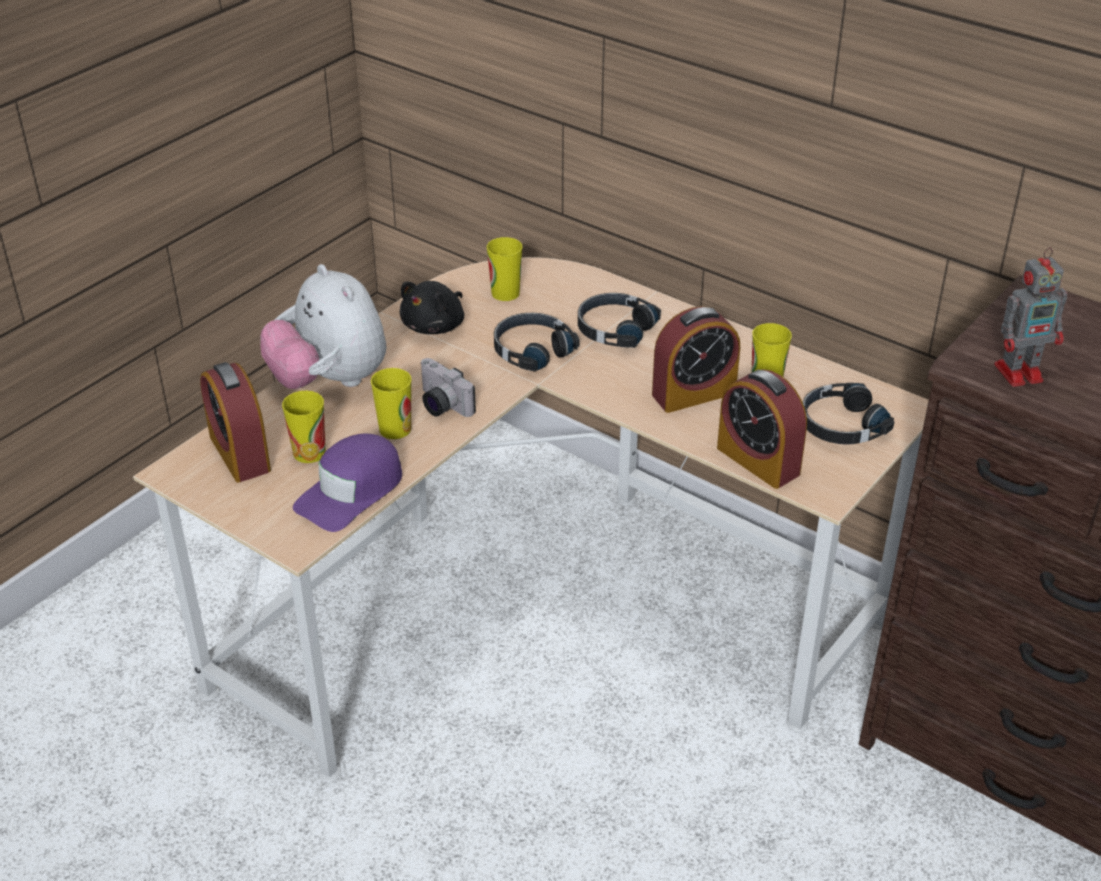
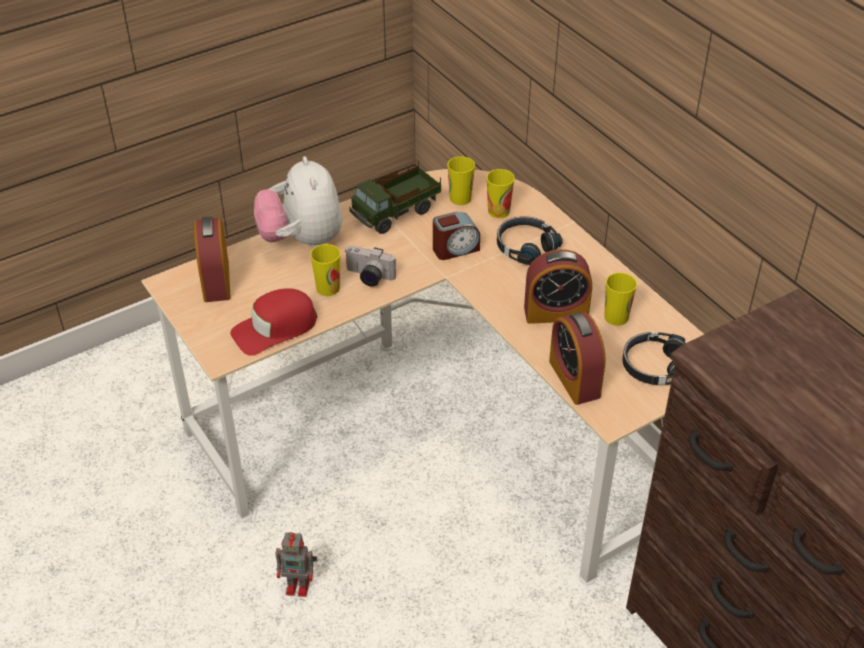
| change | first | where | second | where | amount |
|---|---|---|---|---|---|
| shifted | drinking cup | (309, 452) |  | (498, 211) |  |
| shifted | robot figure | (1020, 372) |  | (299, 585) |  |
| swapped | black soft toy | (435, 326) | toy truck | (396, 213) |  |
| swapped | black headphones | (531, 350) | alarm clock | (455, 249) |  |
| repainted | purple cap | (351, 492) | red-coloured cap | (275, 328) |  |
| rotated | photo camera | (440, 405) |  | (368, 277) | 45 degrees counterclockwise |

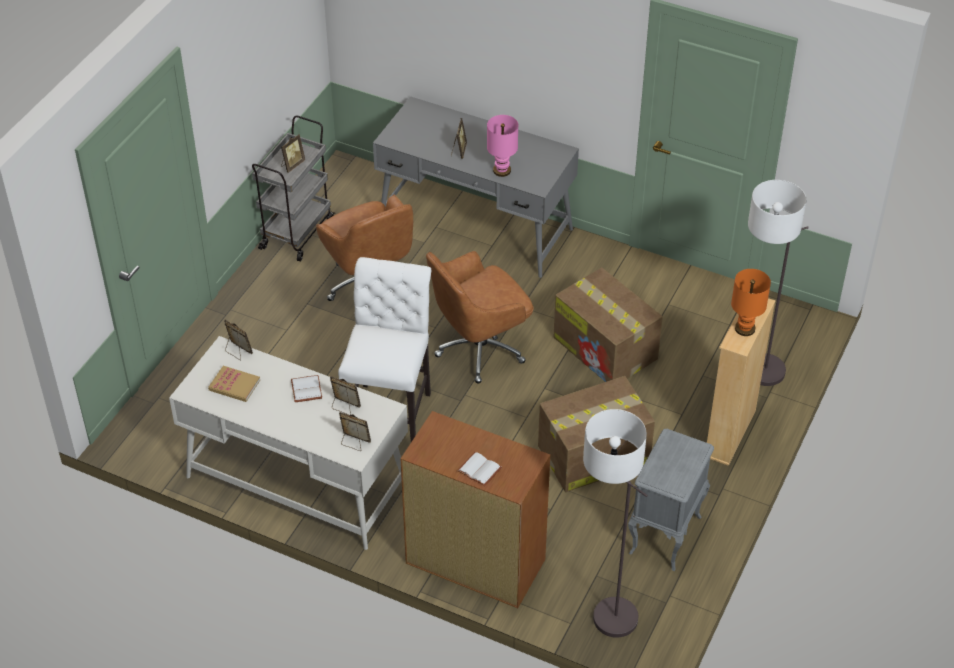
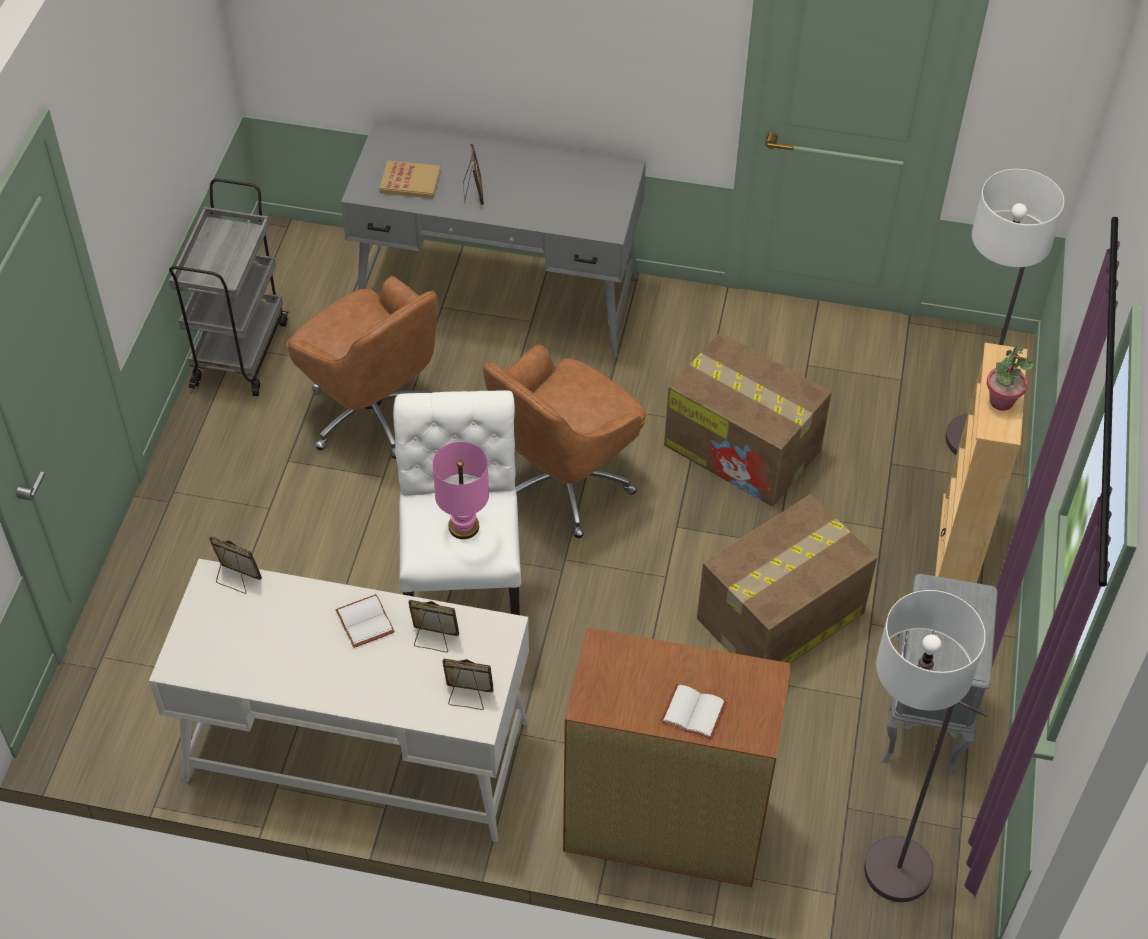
| change | first | where | second | where | amount |
|---|---|---|---|---|---|
| gone | picture frame | (292, 165) |  |  |  |
| shifted | volume | (234, 385) |  | (410, 182) |  |
| shifted | pink-coloured tabletop lamp | (502, 171) |  | (464, 527) |  |
| swapped | orange tabletop lamp | (744, 328) | houseplant | (1001, 401) |  |

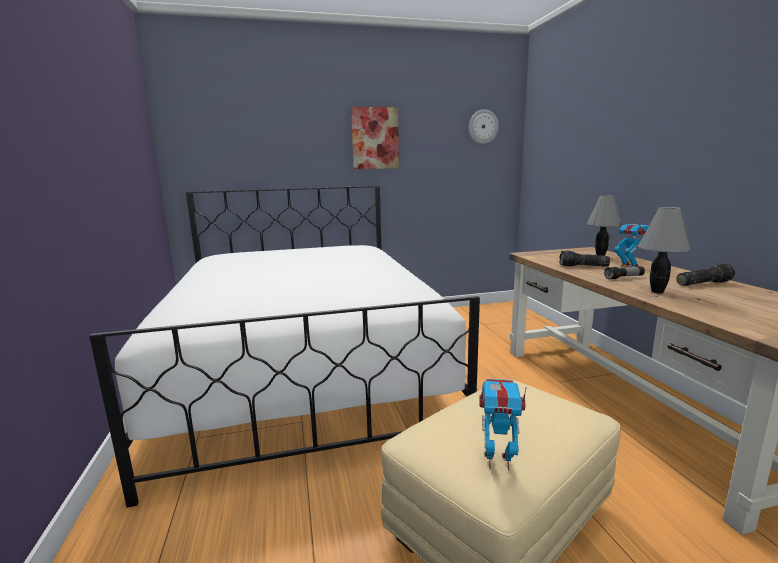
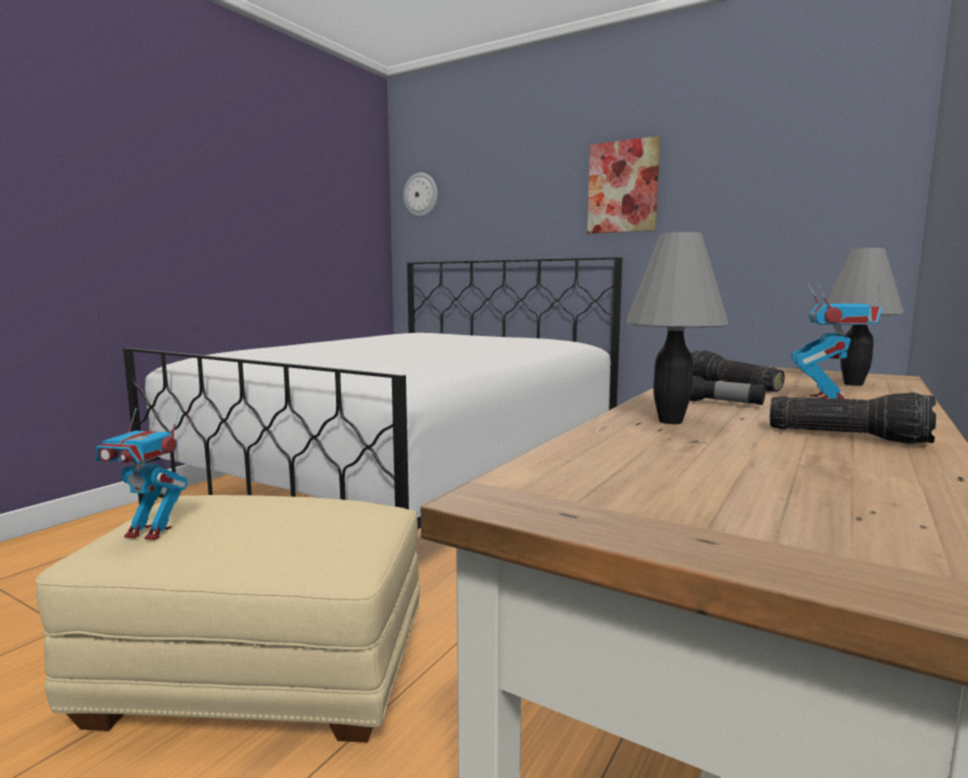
| change | first | where | second | where | amount |
|---|---|---|---|---|---|
| shifted | wall clock | (483, 127) |  | (421, 195) |  |
| rotated | robot figure | (498, 461) |  | (150, 532) | 135 degrees clockwise |

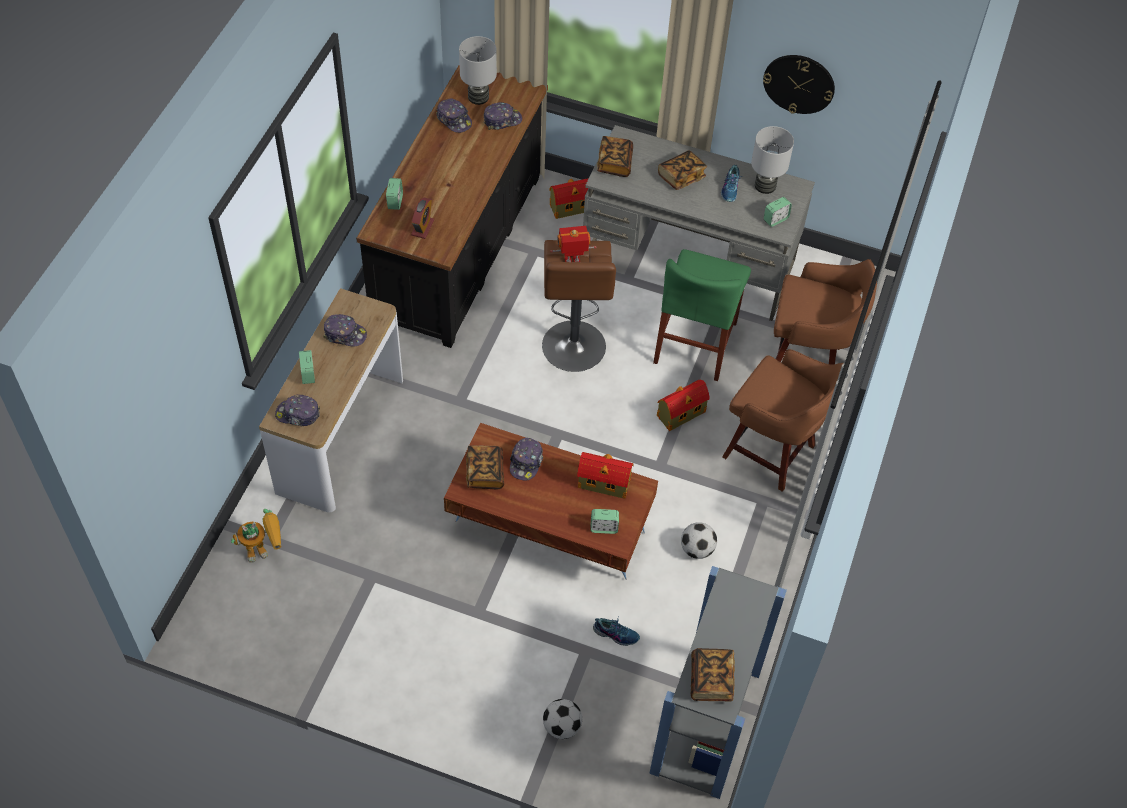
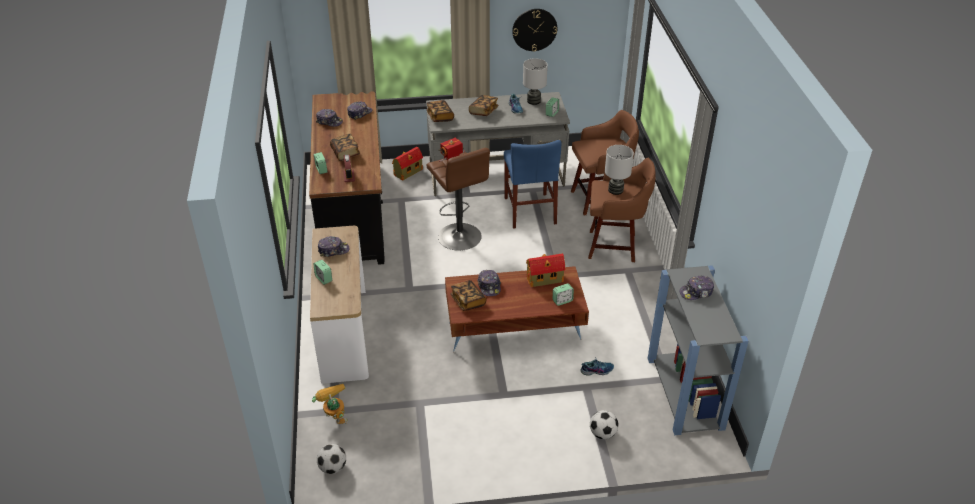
| change | first | where | second | where | amount |
|---|---|---|---|---|---|
| gone | toy house | (680, 414) |  |  |  |
| shifted | cap | (298, 414) |  | (696, 292) |  |
| shifted | greyish tabletop lamp | (478, 97) |  | (615, 190) |  |
| shifted | football ball | (697, 549) |  | (333, 467) |  |
| shifted | volume | (711, 680) |  | (345, 153) |  |
| repainted | green upright chair | (695, 342) | bluish upright chair | (529, 210) |  |
| rotated | robot figure | (264, 548) |  | (334, 417) | 75 degrees counterclockwise |

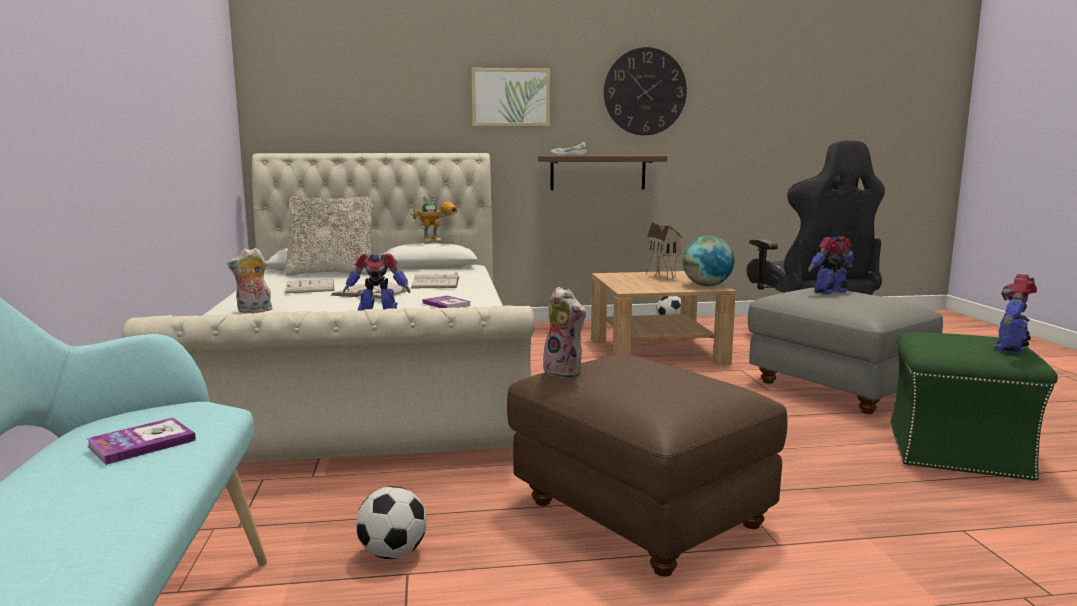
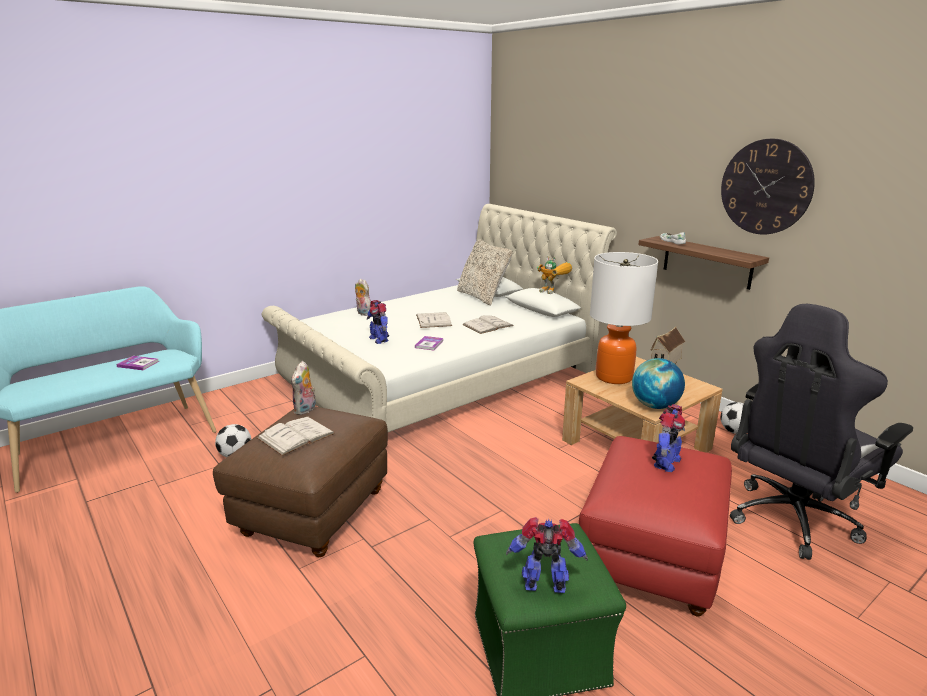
| change | first | where | second | where | amount |
|---|---|---|---|---|---|
| gone | wall art | (510, 97) |  |  |  |
| new |  |  | tabletop lamp | (613, 377) |  |
| shifted | white volume | (310, 287) |  | (296, 436) |  |
| repainted | greyish footrest | (835, 388) | red-coloured footrest | (651, 555) |  |
| rotated | robot figure | (831, 292) |  | (666, 463) | 90 degrees clockwise |

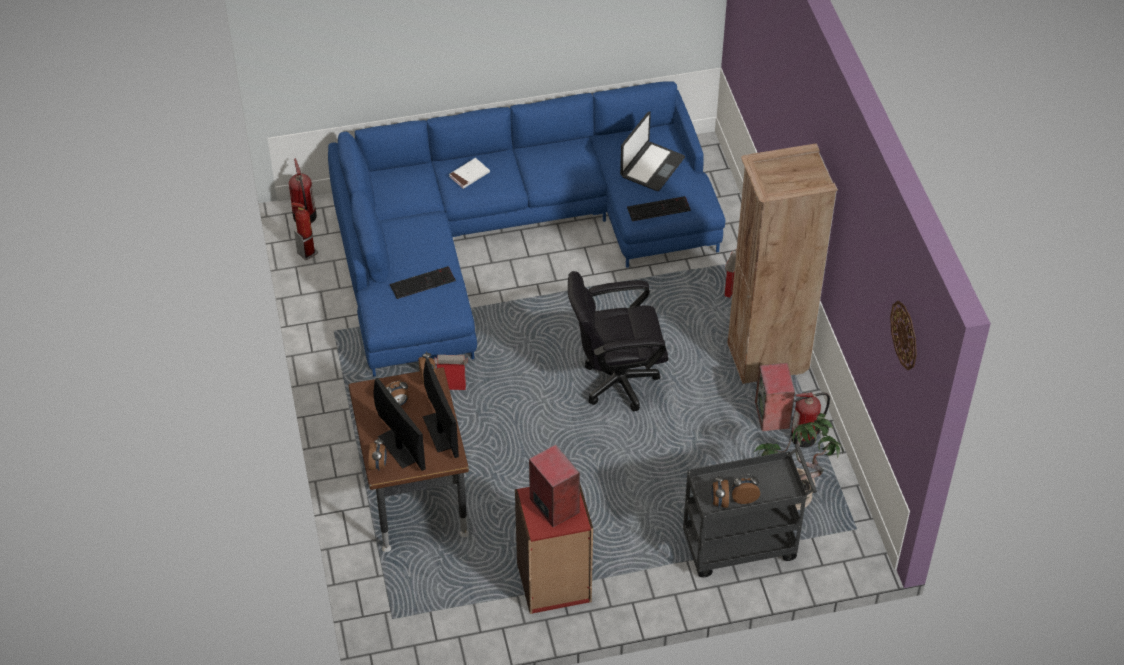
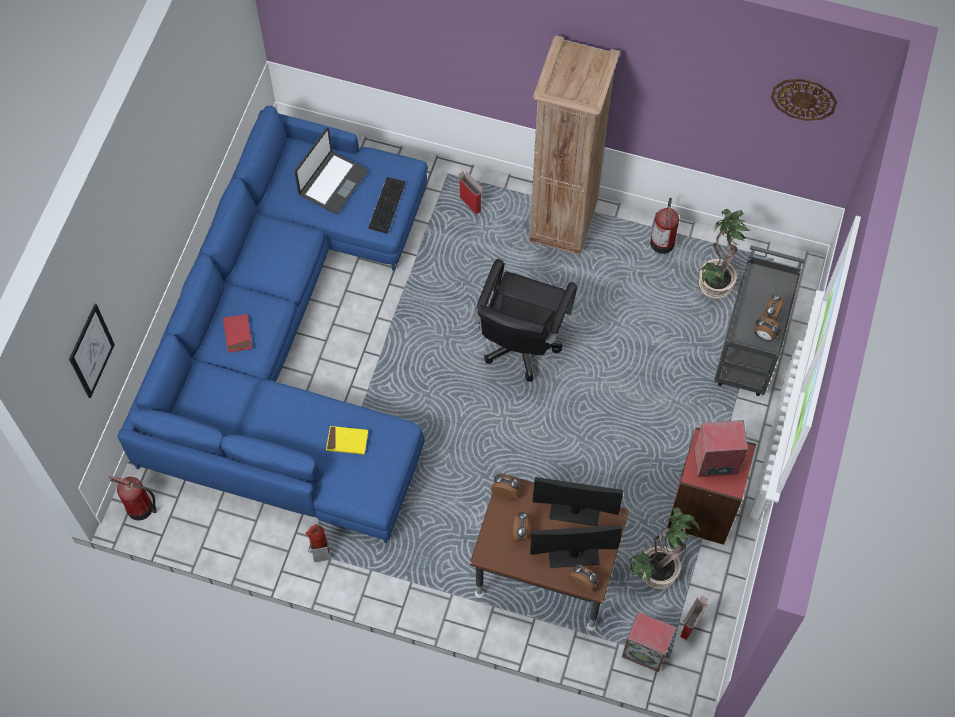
| change | first | where | second | where | amount |
|---|---|---|---|---|---|
| new |  |  | wall art | (91, 351) |  |
| new |  |  | houseplant | (657, 569) |  |
| shifted | fire extinguisher | (307, 253) |  | (320, 553) |  |
| shifted | packing box | (452, 387) |  | (690, 625) |  |
| shifted | loudspeaker | (772, 416) |  | (646, 650) |  |
| swapped | keyboard | (423, 282) | yellowish volume | (347, 441) |  |
| repainted | white volume | (469, 175) | red-coloured volume | (238, 334) |  |
| rotated | portable computer | (651, 167) |  | (332, 183) | 60 degrees clockwise |

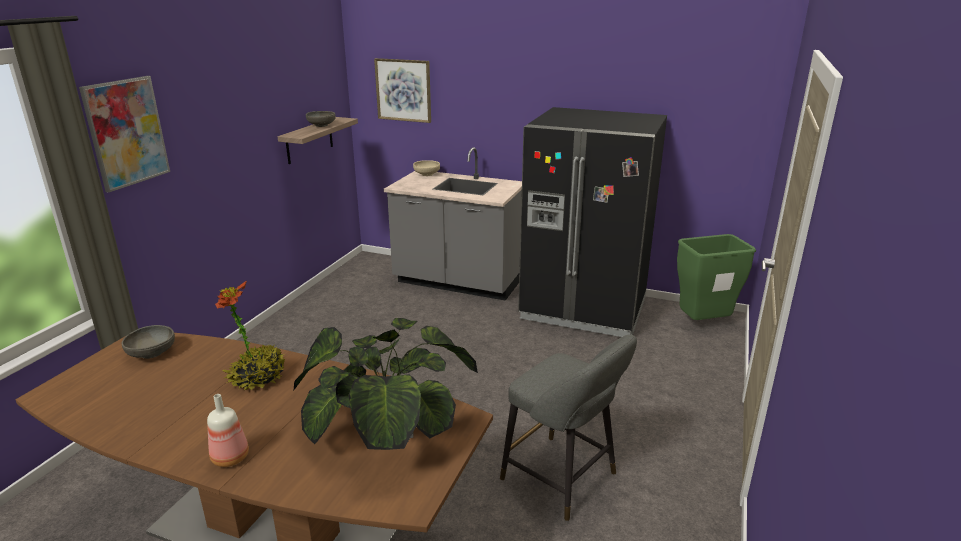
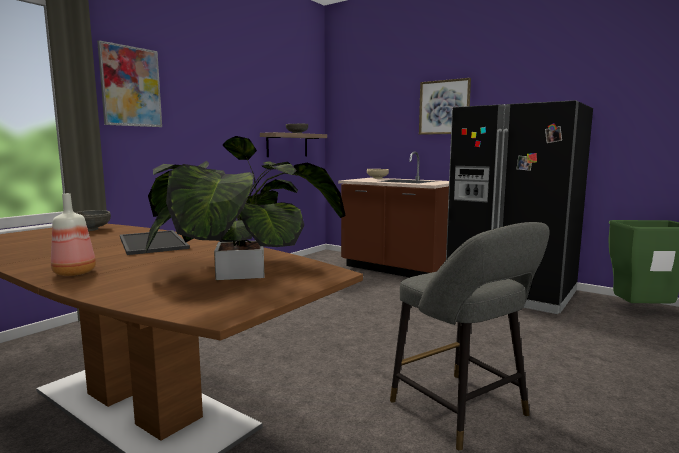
| change | first | where | second | where | amount |
|---|---|---|---|---|---|
| shifted | wall art | (403, 90) |  | (444, 107) |  |
| swapped | houseplant | (257, 378) | carrying tray | (154, 242) |  |
| repainted | greyish kitchen base unit | (457, 282) | brown kitchen base unit | (397, 269) |  |

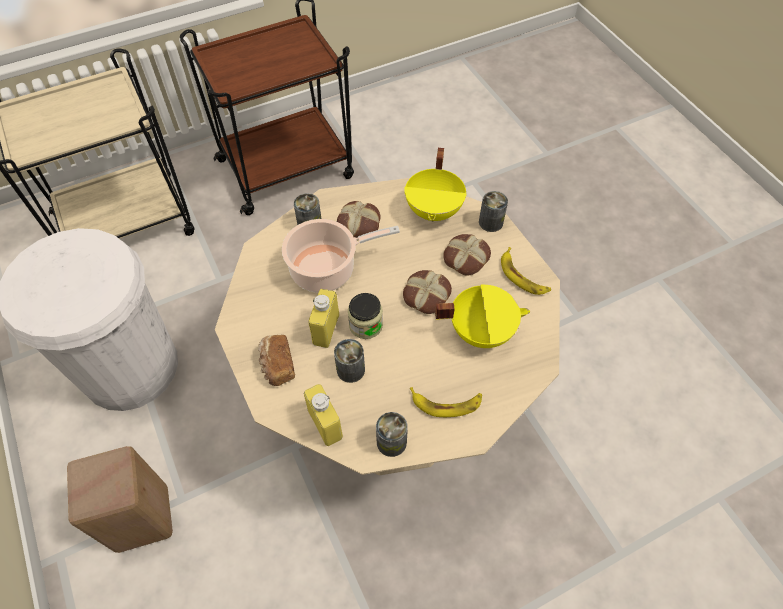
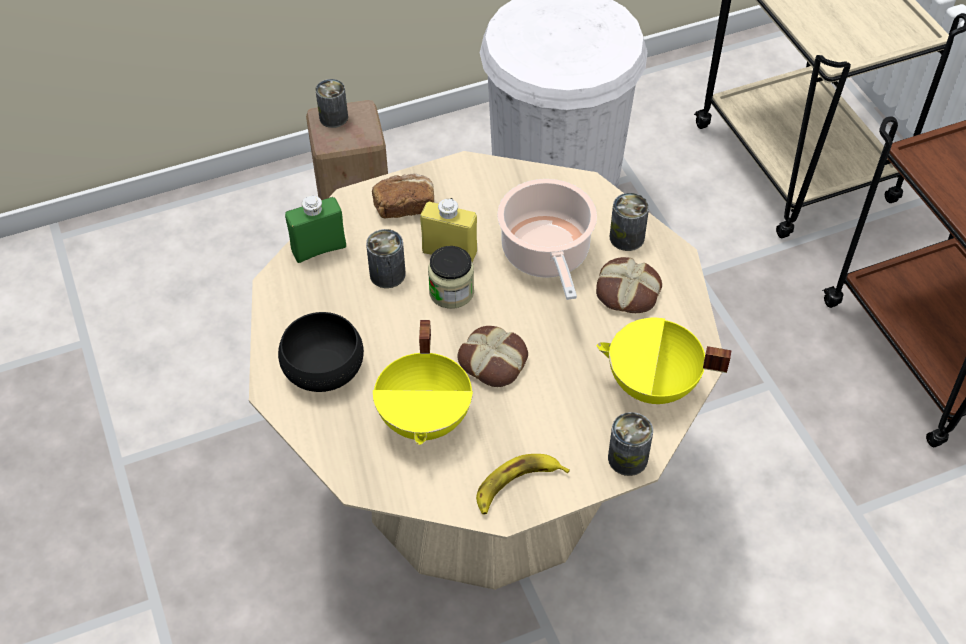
| change | first | where | second | where | amount |
|---|---|---|---|---|---|
| gone | bakery bread | (465, 257) |  |  |  |
| shifted | metal can | (391, 442) |  | (333, 117) |  |
| swapped | whole banana | (446, 403) | black bowl | (323, 367) |  |
| repainted | yellowish beverage bottle | (325, 424) | green beverage bottle | (319, 249) |  |

